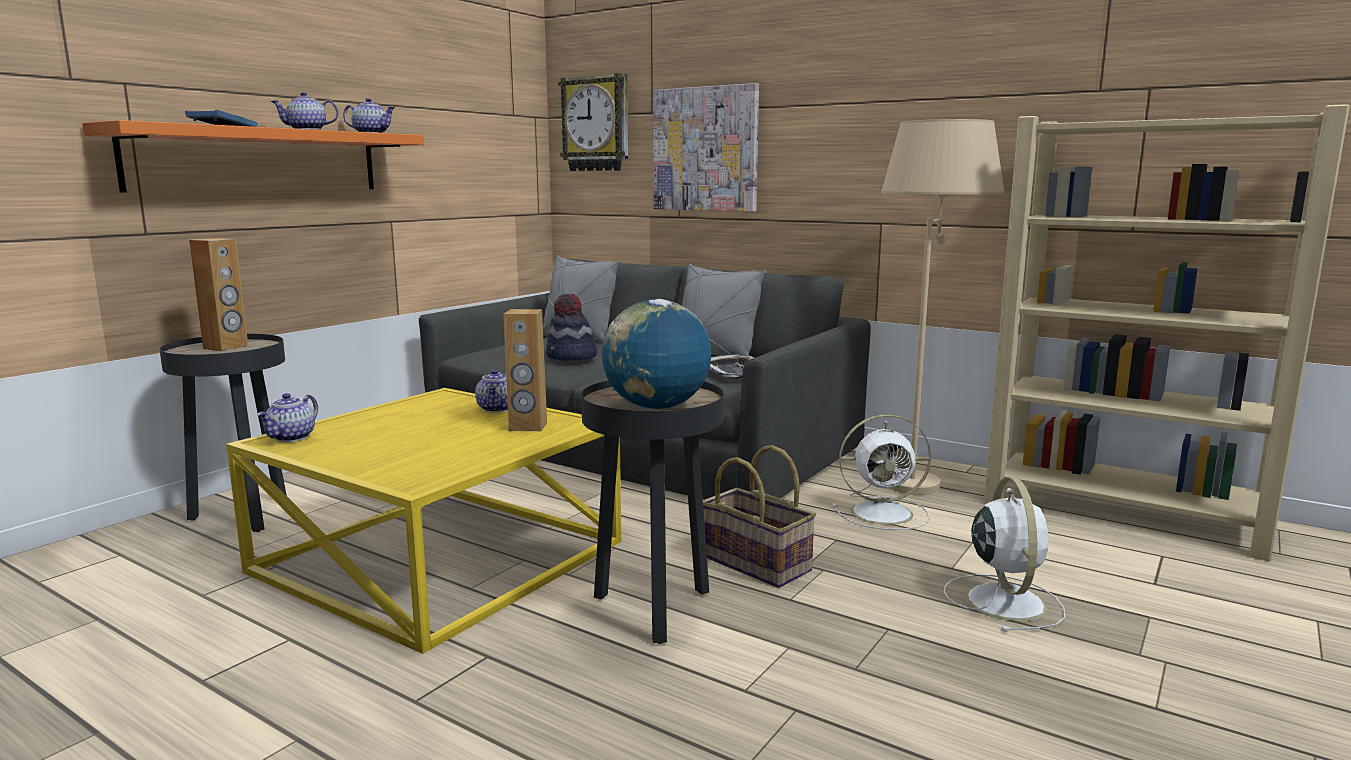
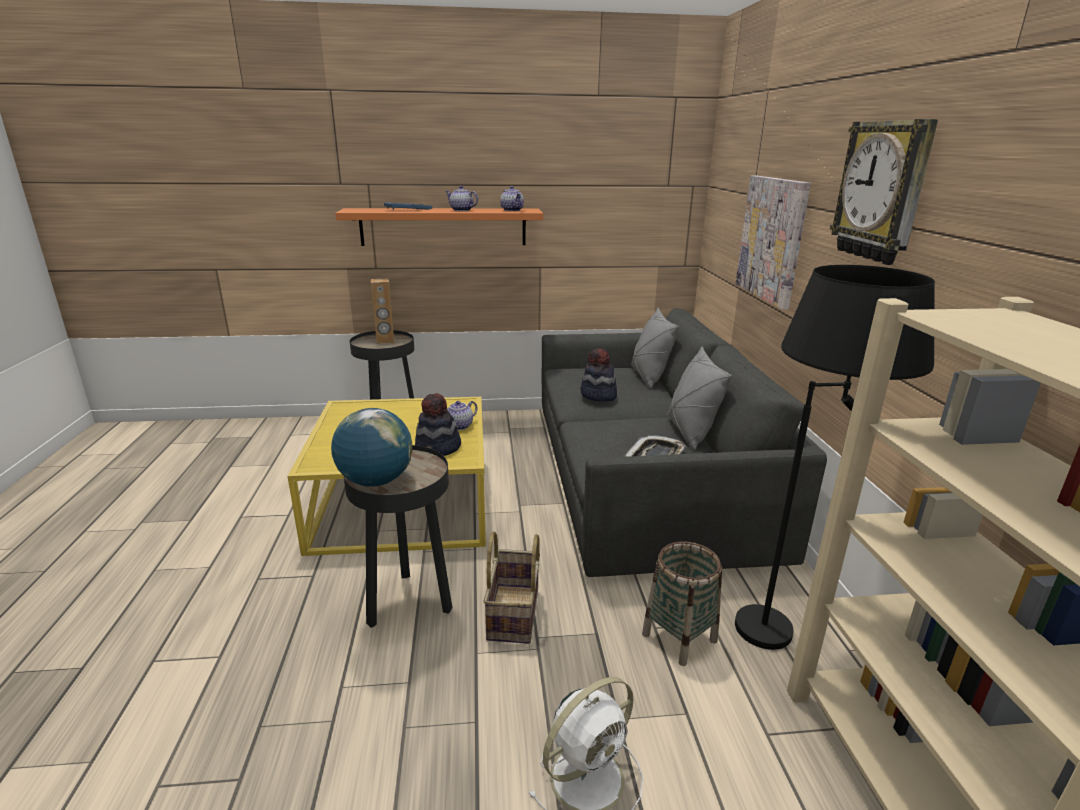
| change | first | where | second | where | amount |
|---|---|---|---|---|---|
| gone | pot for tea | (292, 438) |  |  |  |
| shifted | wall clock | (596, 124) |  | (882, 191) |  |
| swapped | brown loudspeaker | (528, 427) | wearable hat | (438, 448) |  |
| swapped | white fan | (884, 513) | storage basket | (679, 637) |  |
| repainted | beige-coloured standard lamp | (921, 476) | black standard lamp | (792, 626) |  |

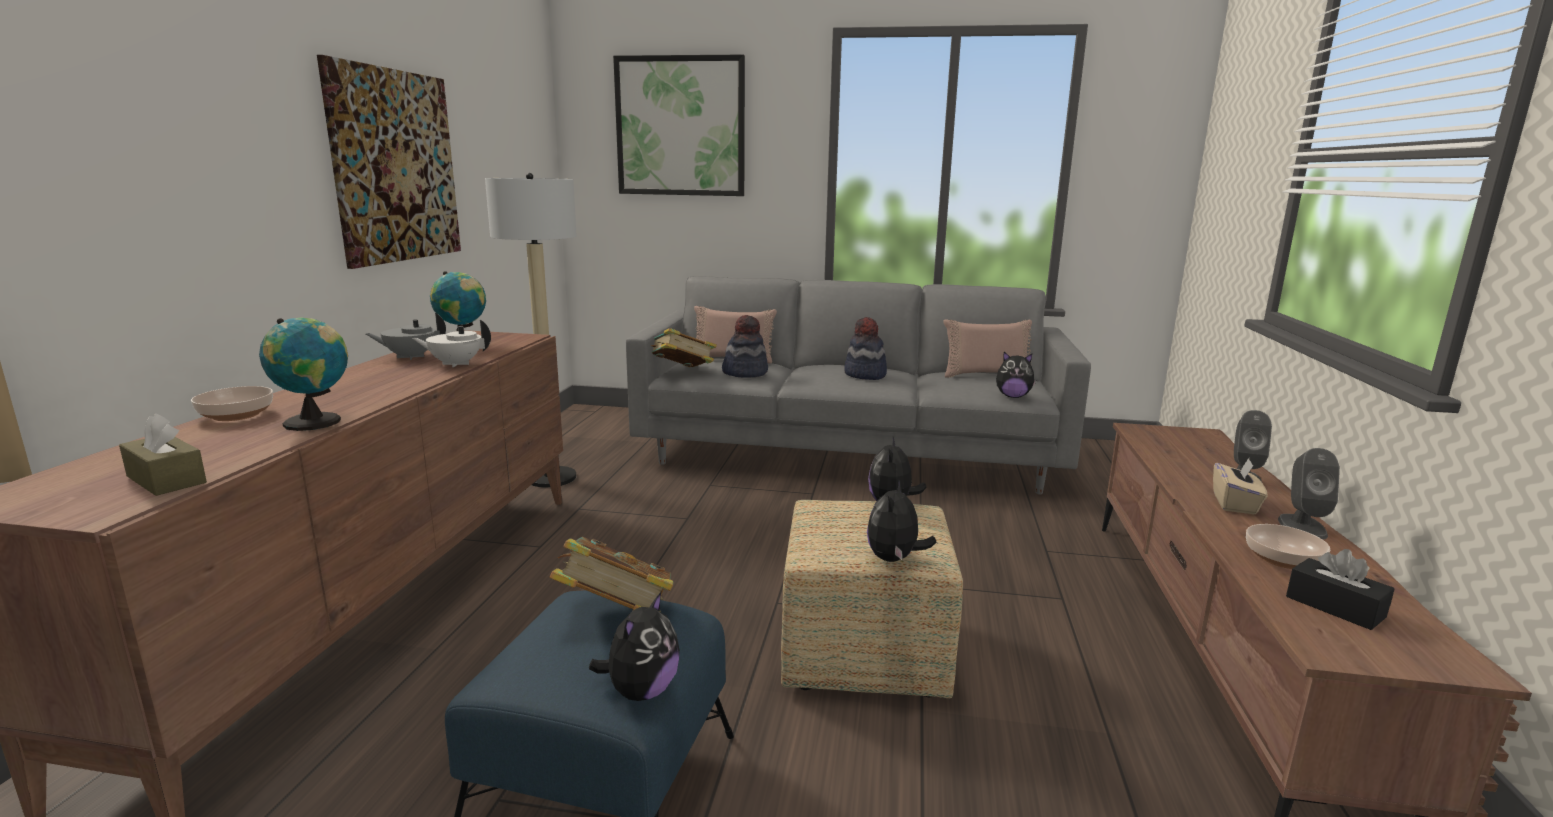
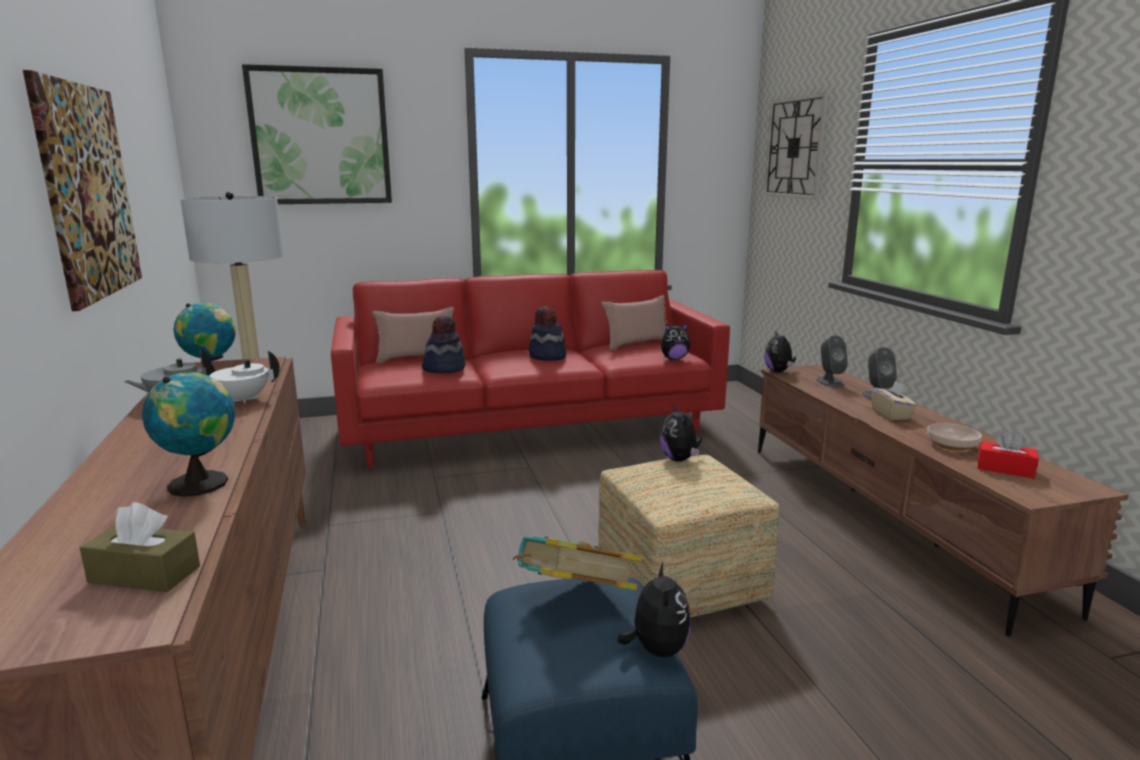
| change | first | where | second | where | amount |
|---|---|---|---|---|---|
| gone | bowl | (237, 415) |  |  |  |
| gone | volume | (681, 372) |  |  |  |
| new |  |  | wall clock | (795, 148) |  |
| shifted | soft toy | (895, 559) |  | (778, 371) |  |
| shifted | greyish loudspeaker | (1302, 527) |  | (829, 382) |  |
| repainted | greyish couch | (849, 455) | red-coloured couch | (530, 429) |  |
| repainted | black box of tissues | (1335, 607) | red-coloured box of tissues | (1005, 469) |  |

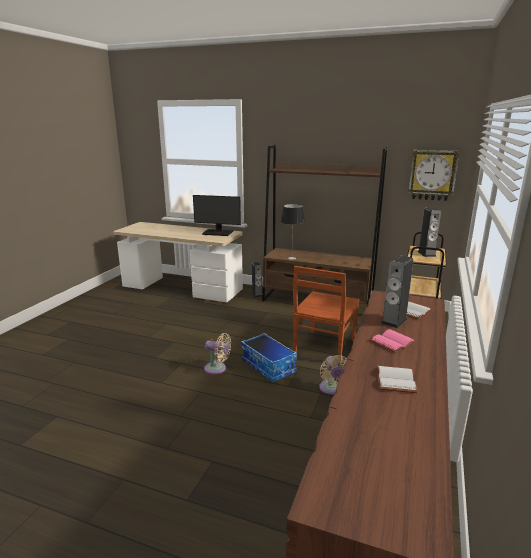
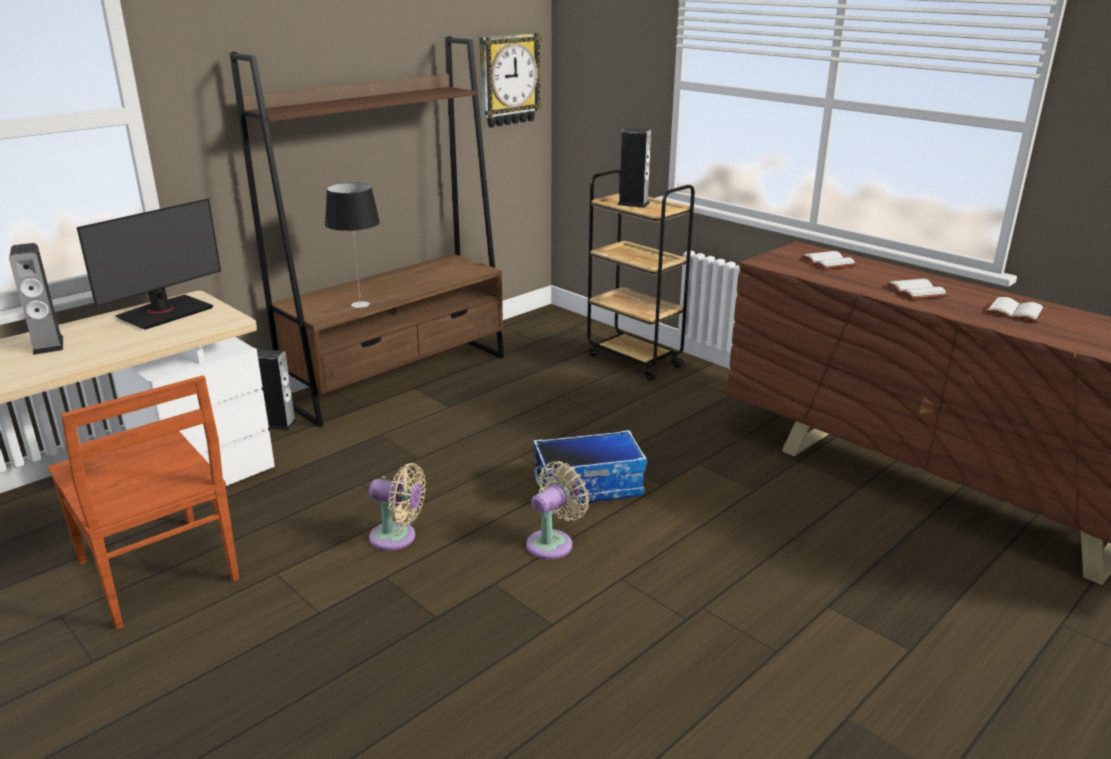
| change | first | where | second | where | amount |
|---|---|---|---|---|---|
| shifted | brown upright chair | (324, 347) |  | (158, 572) |  |
| shifted | beige-coloured fan | (331, 389) |  | (397, 538) |  |
| shifted | loudspeaker | (394, 321) |  | (48, 345) |  |
| repainted | pink-coloured volume | (393, 343) | white volume | (919, 291) |  |

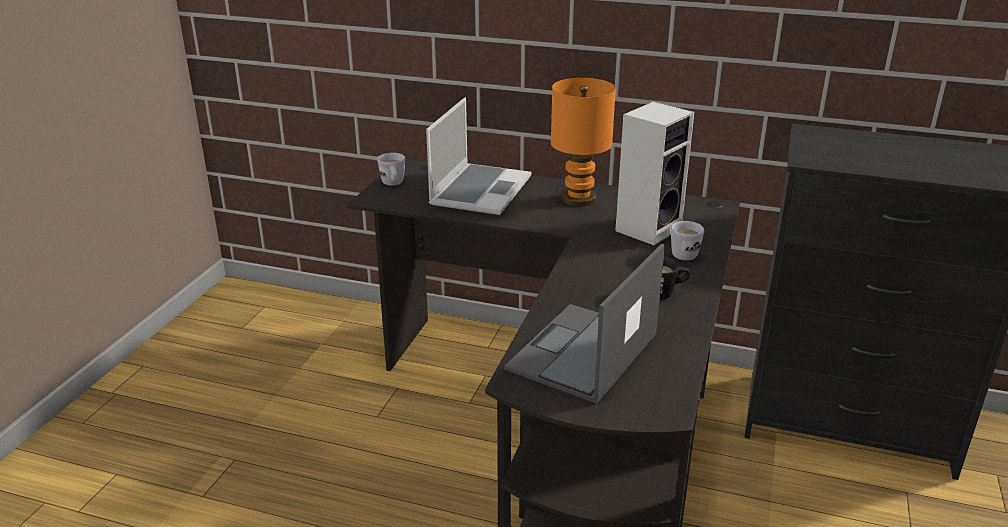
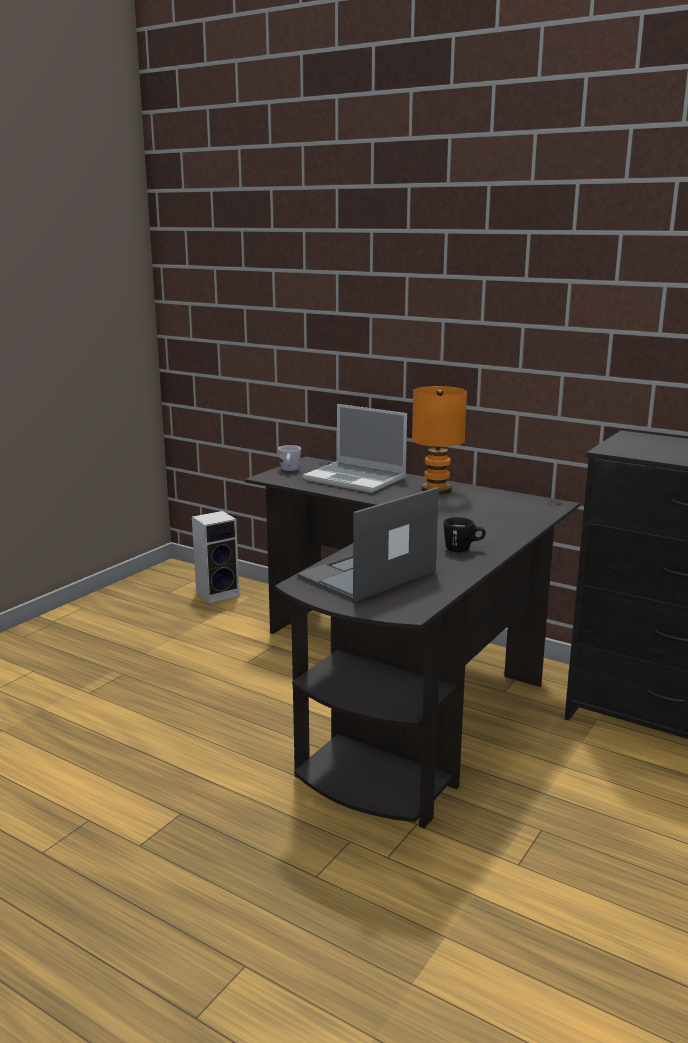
| change | first | where | second | where | amount |
|---|---|---|---|---|---|
| gone | white mug | (687, 253) |  |  |  |
| shifted | loudspeaker | (648, 228) |  | (218, 593) |  |
| rotated | portable computer | (480, 190) |  | (357, 479) | 90 degrees clockwise |

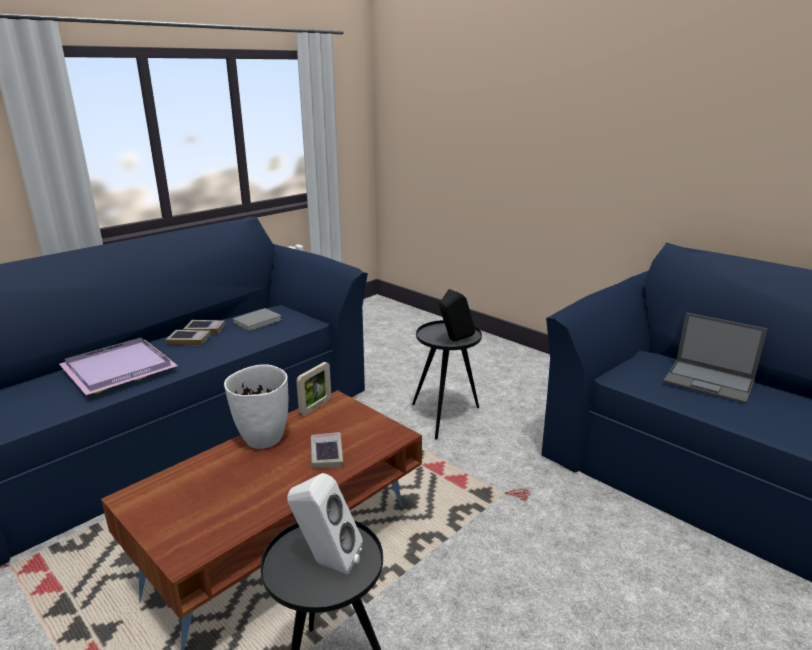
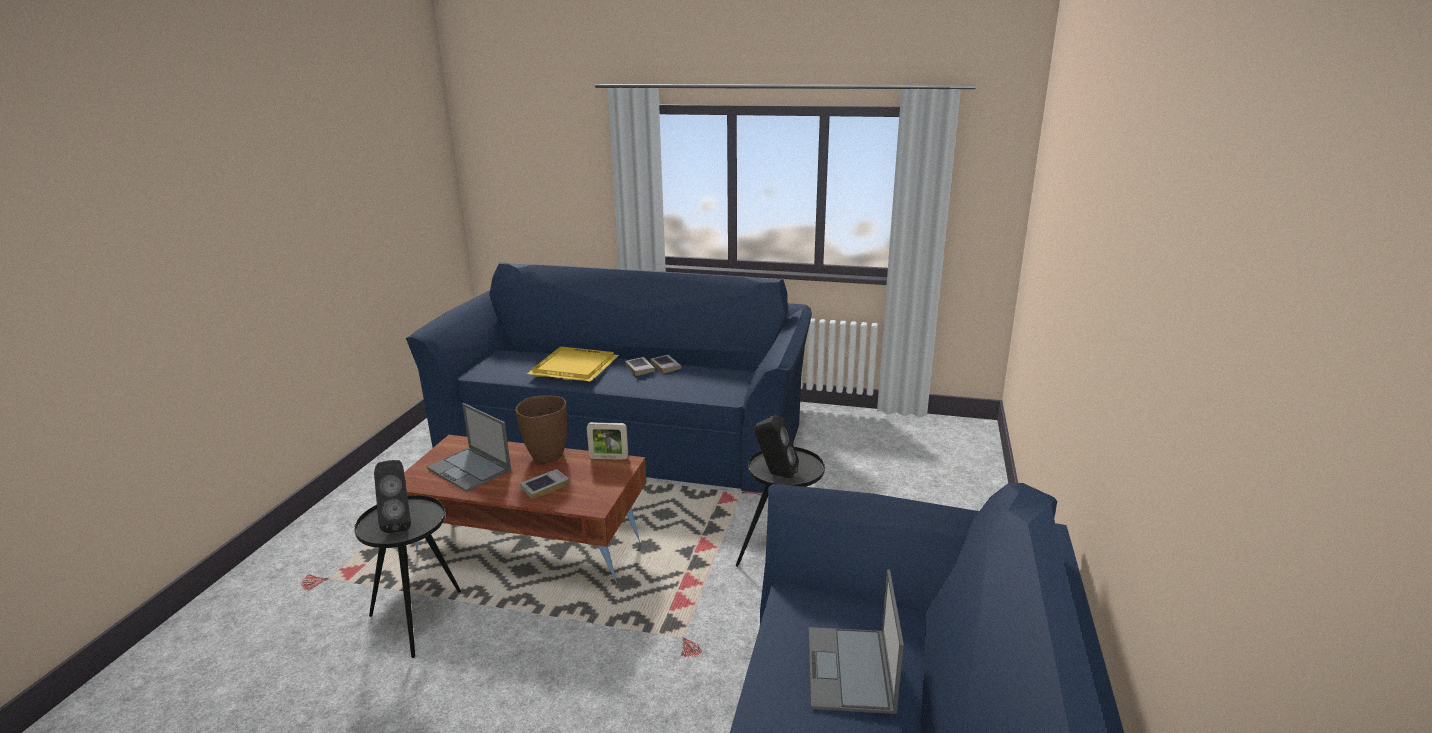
| change | first | where | second | where | amount |
|---|---|---|---|---|---|
| gone | greyish volume | (259, 321) |  |  |  |
| new |  |  | portable computer | (470, 469) |  |
| repainted | purple carrying tray | (117, 369) | yellowish carrying tray | (572, 367) |  |
| repainted | white decorative vase | (263, 439) | brown decorative vase | (546, 456) |  |
| repainted | white loudspeaker | (326, 562) | black loudspeaker | (400, 523) |  |

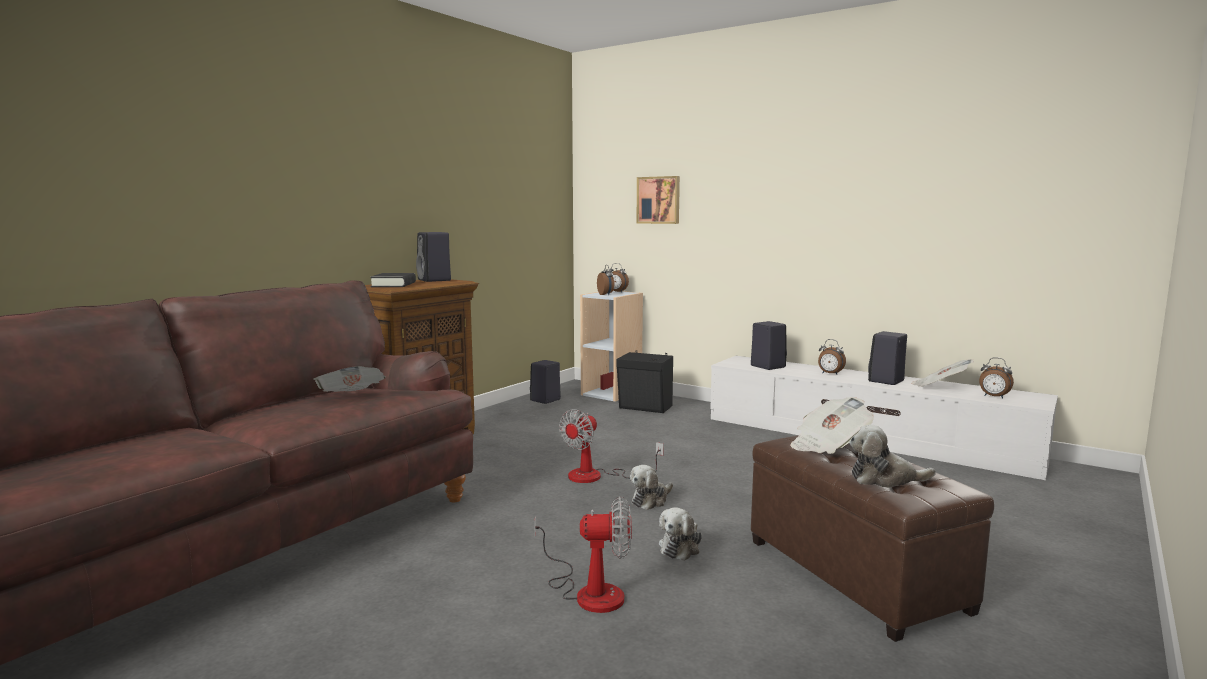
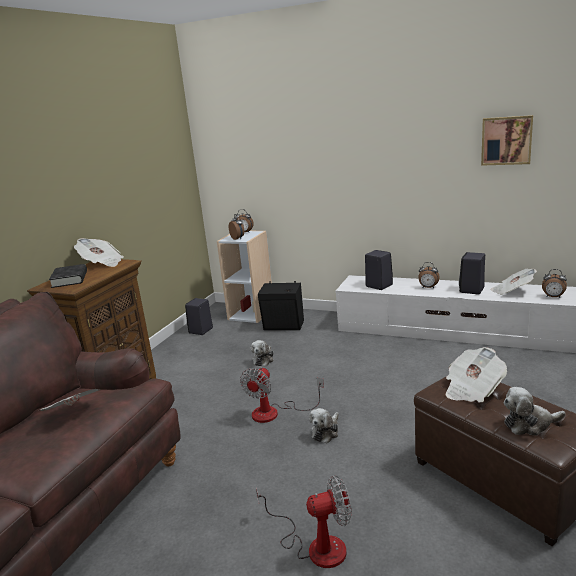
| change | first | where | second | where | amount |
|---|---|---|---|---|---|
| shifted | wall art | (659, 200) |  | (506, 140) |  |
| shifted | soft toy | (680, 547) |  | (263, 359) |  |
| swapped | black loudspeaker | (435, 280) | printed paper | (102, 263) |  |

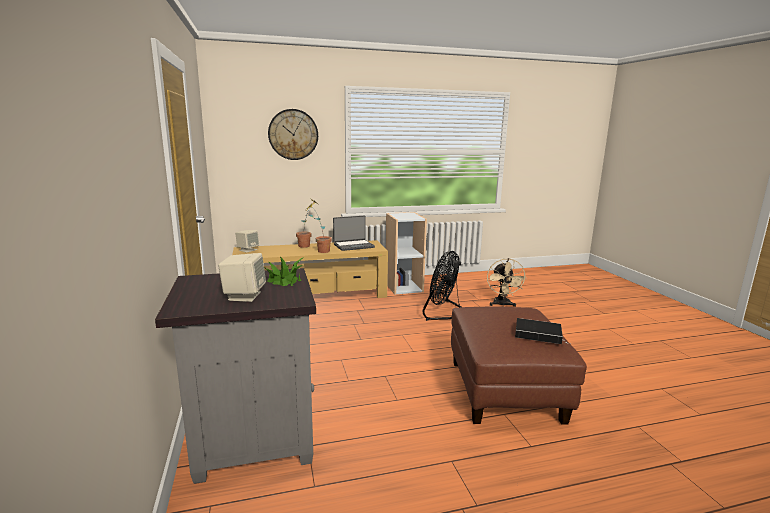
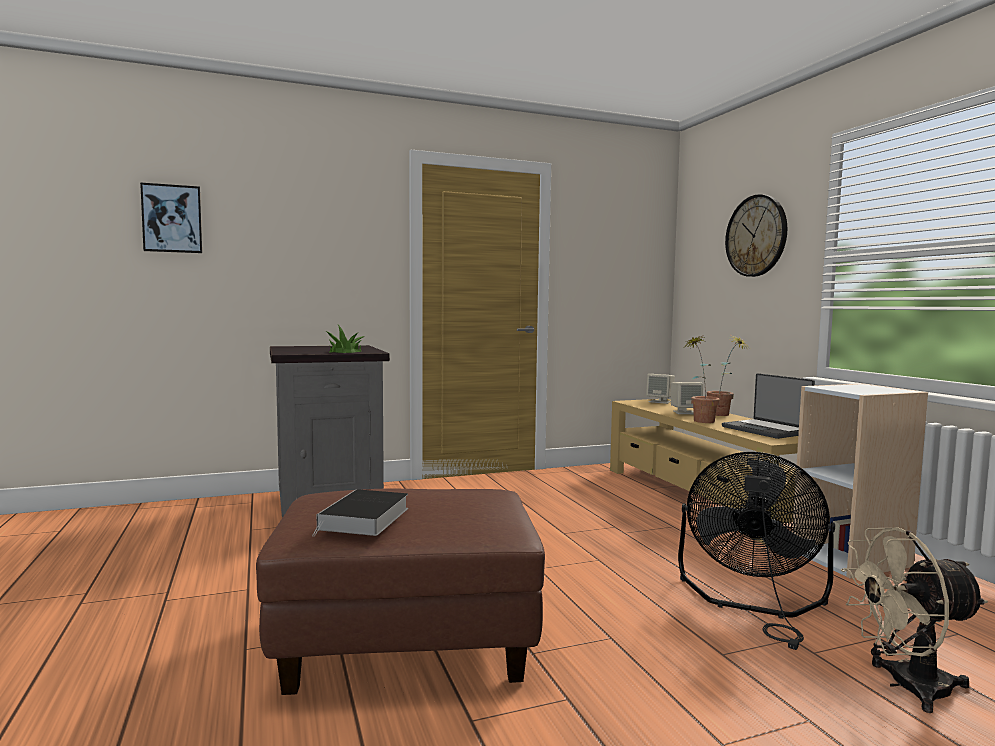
| change | first | where | second | where | amount |
|---|---|---|---|---|---|
| new |  |  | wall art | (172, 219) |  |
| shifted | beige-coloured loudspeaker | (244, 296) |  | (685, 412) |  |

